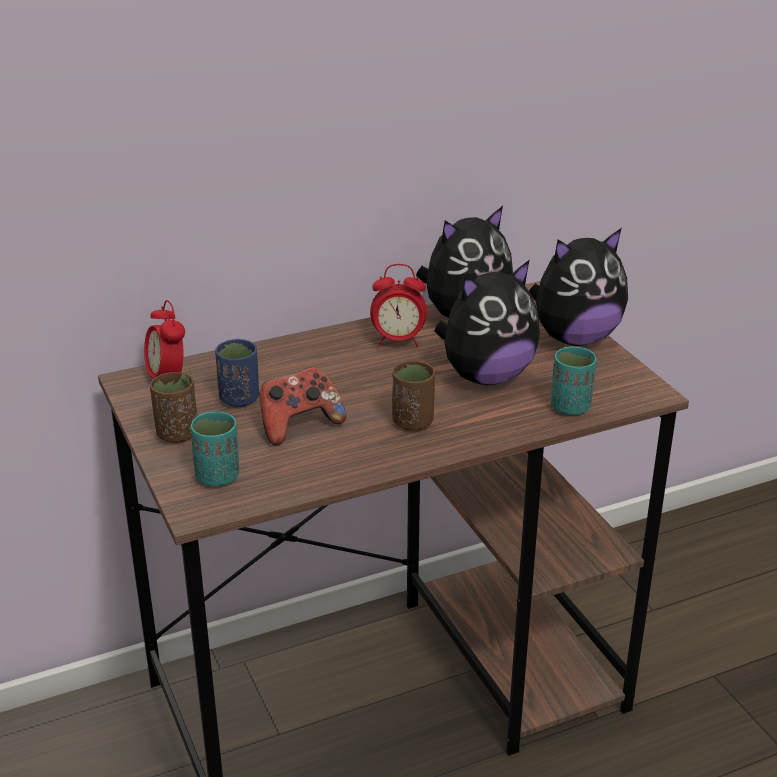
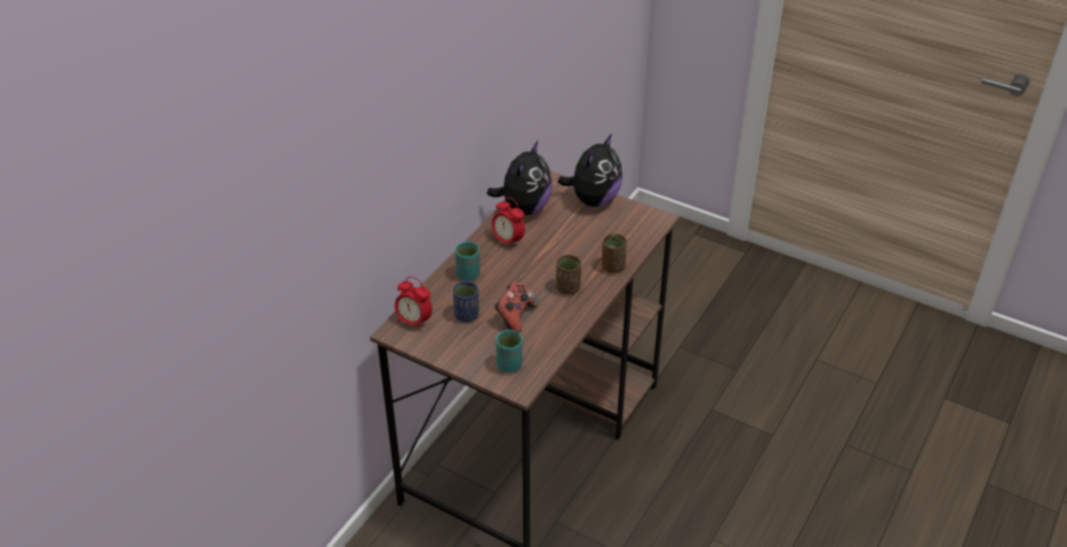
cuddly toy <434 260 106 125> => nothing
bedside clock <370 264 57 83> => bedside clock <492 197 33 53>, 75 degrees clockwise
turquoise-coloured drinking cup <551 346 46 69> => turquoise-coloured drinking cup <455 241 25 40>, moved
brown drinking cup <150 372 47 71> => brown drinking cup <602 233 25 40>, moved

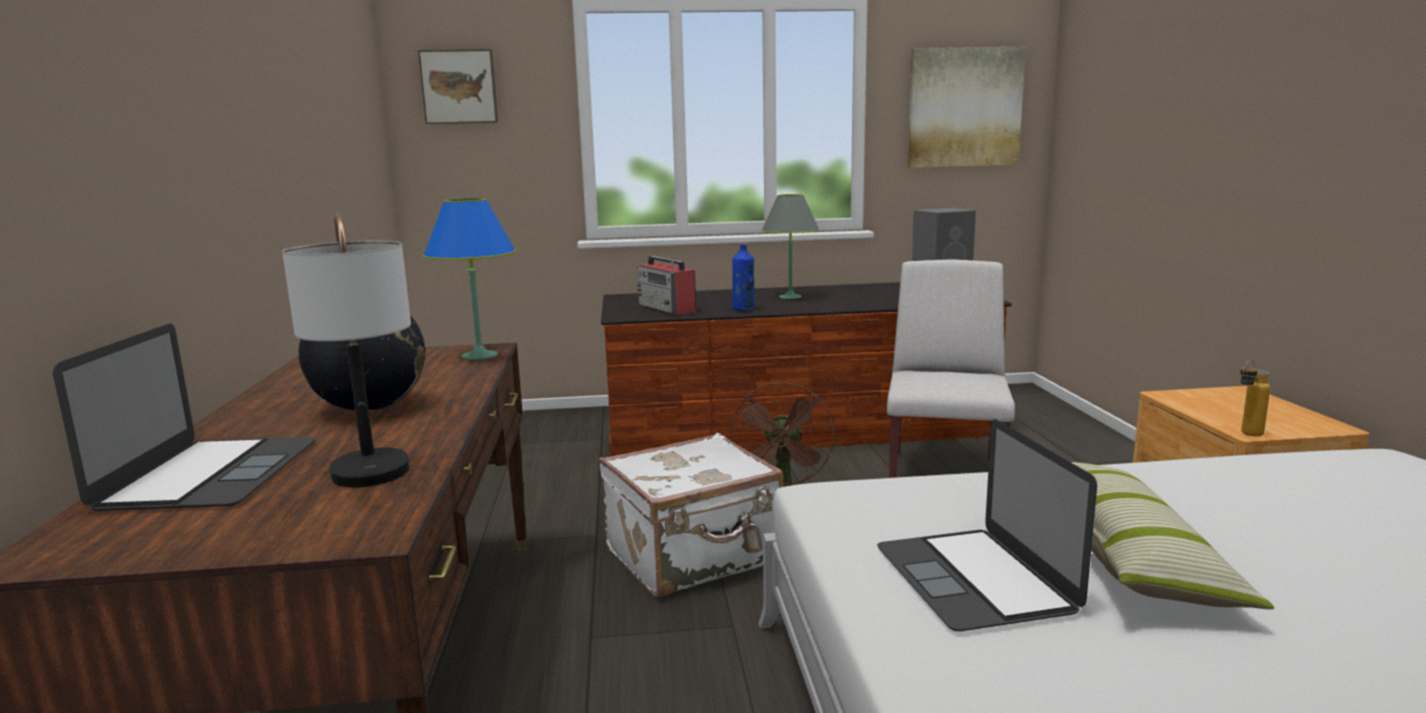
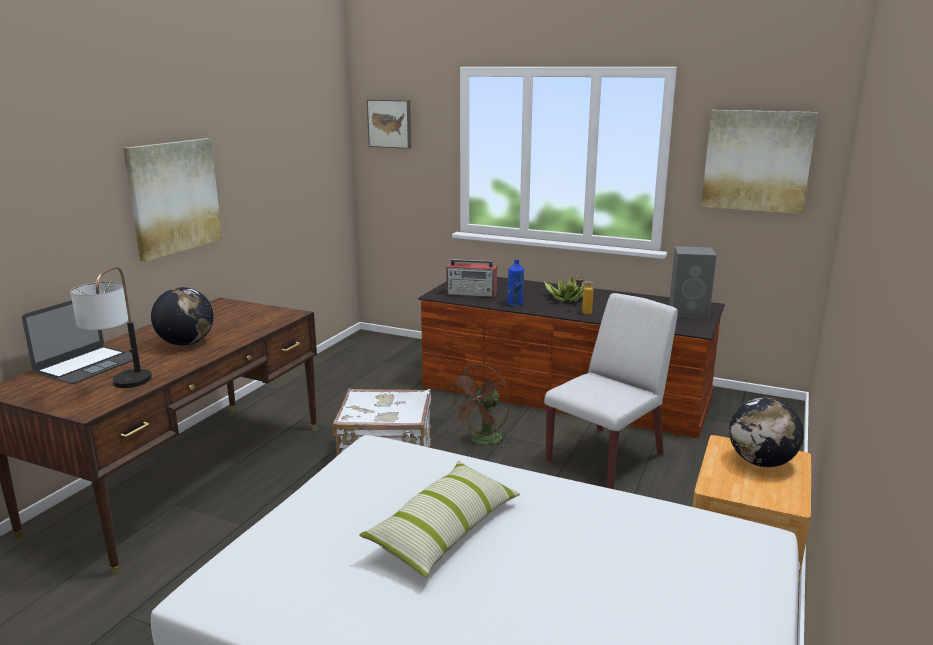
gray table lamp <762 194 57 105> => houseplant <544 277 40 25>
blue table lamp <423 198 93 162> => nothing
radio set <637 256 59 59> => radio set <446 259 51 38>, 75 degrees counterclockwise
drink bottle <1240 360 30 76> => drink bottle <575 275 18 40>, moved
notebook computer <877 419 220 212> => nothing
nothing => wall art <123 138 99 124>
nothing => world globe <729 397 75 70>

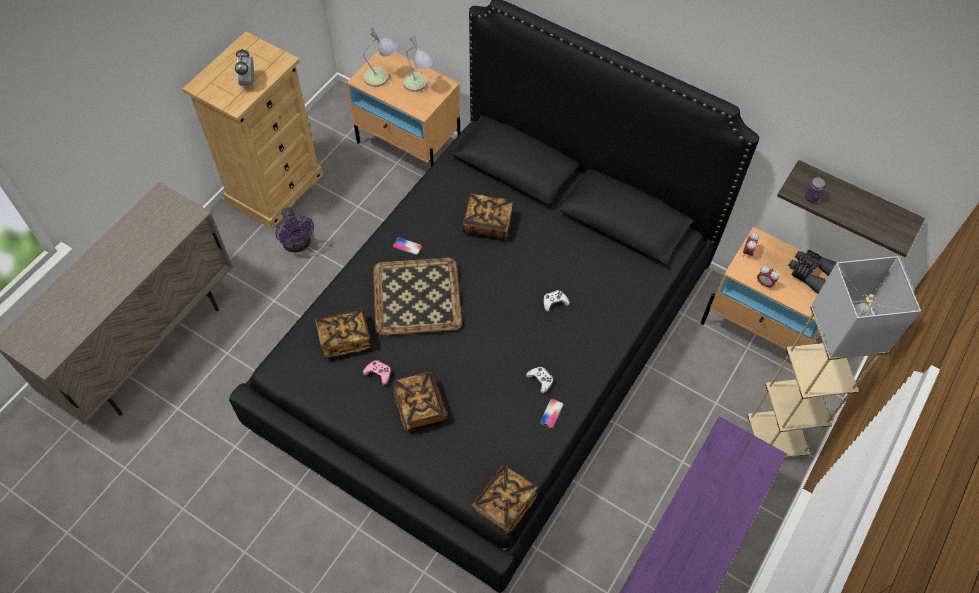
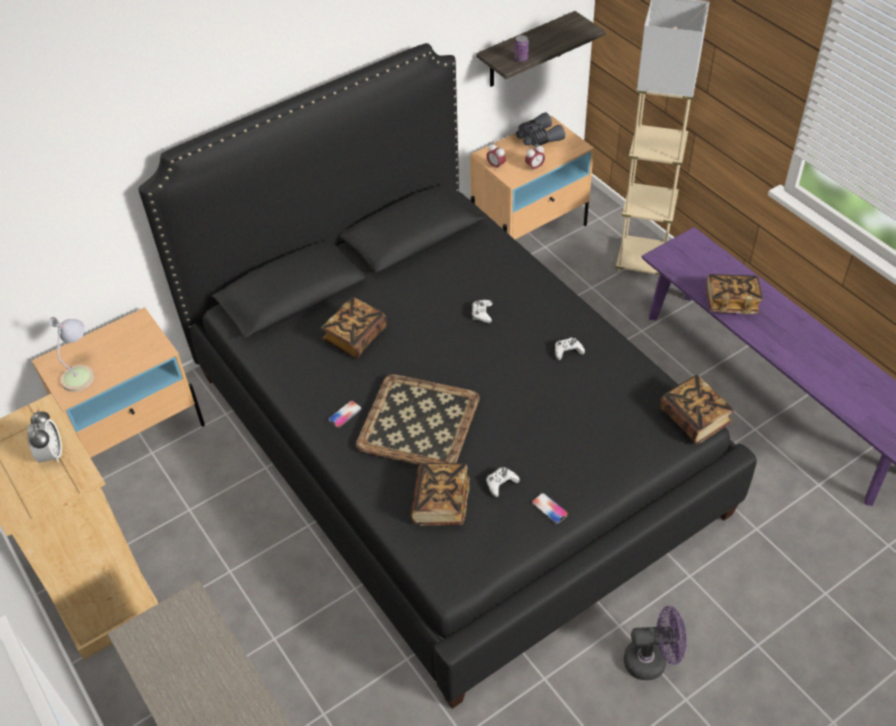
table lamp <403 35 31 57> => nothing
bedside clock <235 48 19 41> => bedside clock <27 410 35 53>, 120 degrees counterclockwise
purple electric fan <275 207 39 45> => purple electric fan <624 606 63 74>, moved
pink-coloured game controller <363 360 28 25> => whitish game controller <486 467 34 30>
bound book <393 372 55 59> => bound book <706 274 57 40>, moved
handset <540 399 23 29> => handset <532 493 36 31>, moved

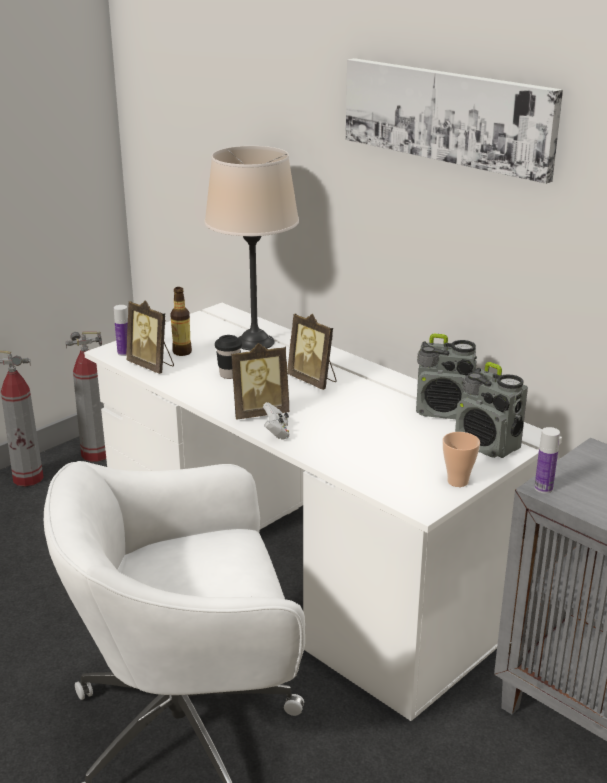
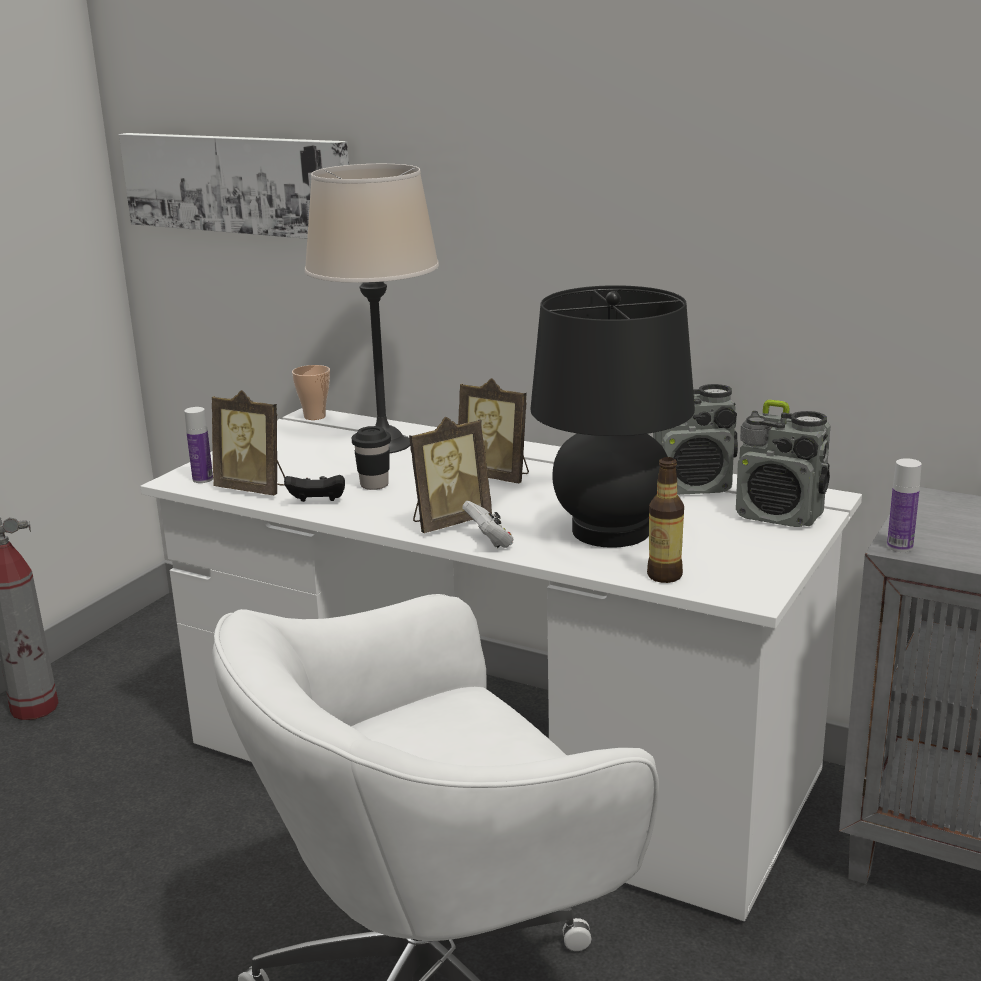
wall art <346 58 217 126> => wall art <119 133 230 106>, moved
drink bottle <170 287 22 69> => drink bottle <647 457 37 126>, moved
fire-fighting cylinder <65 332 41 130> => nothing
drinking cup <443 432 37 55> => drinking cup <292 365 38 55>, moved
nothing => black-coloured table lamp <531 285 164 263>
nothing => black-coloured game controller <284 475 61 27>

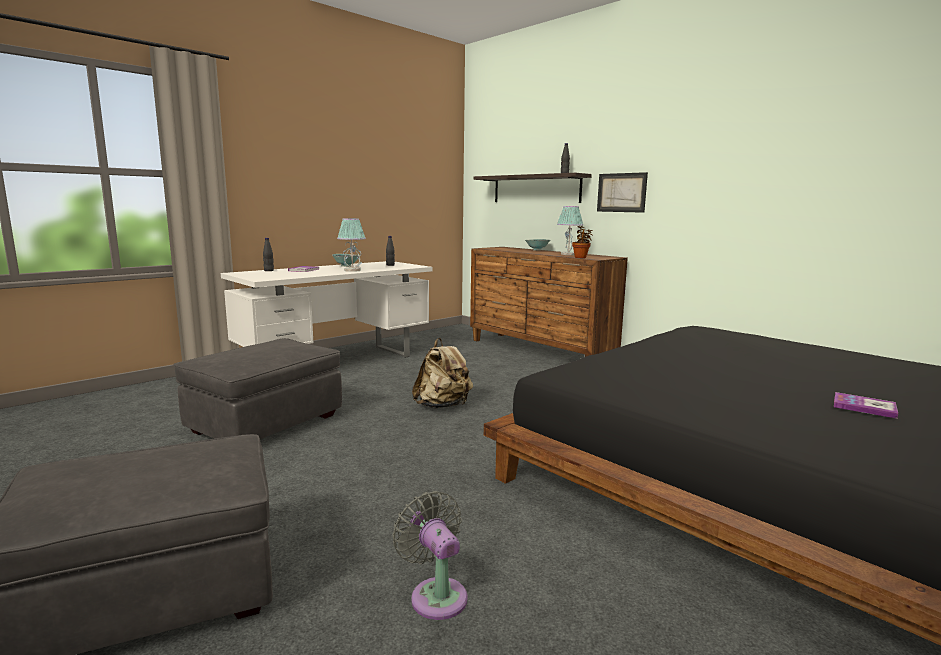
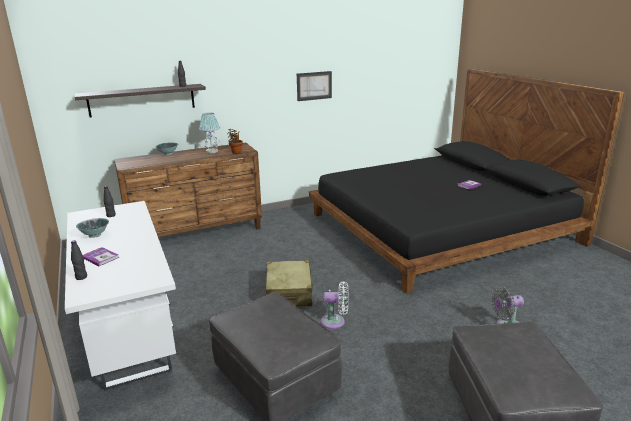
wall art <597 172 51 41> => wall art <297 71 35 30>, moved
table lamp <337 218 29 54> => nothing
sand-coloured rucksack <412 338 61 70> => sand-coloured piece of luggage <266 260 48 47>
nothing => whitish electric fan <321 281 28 48>

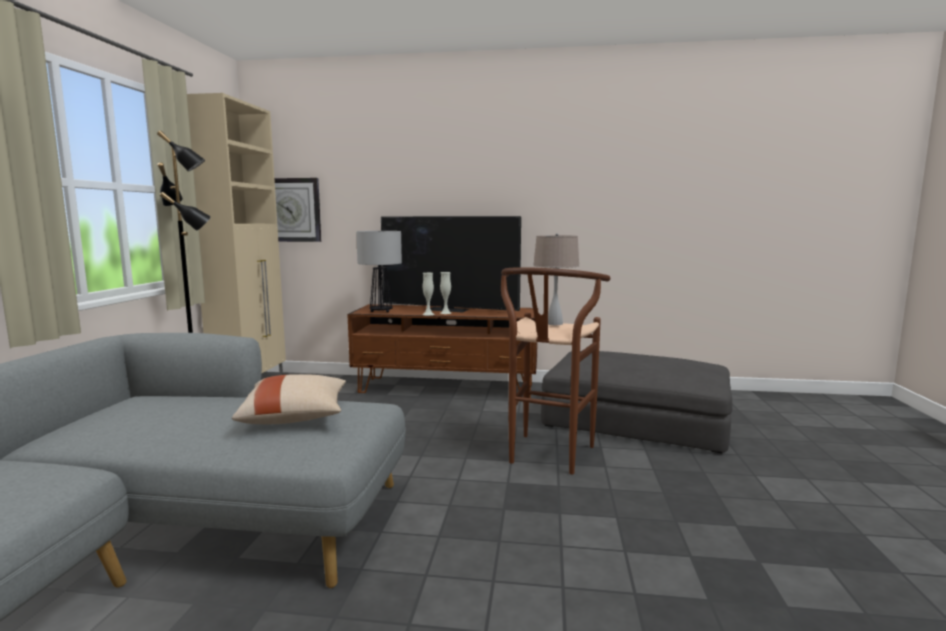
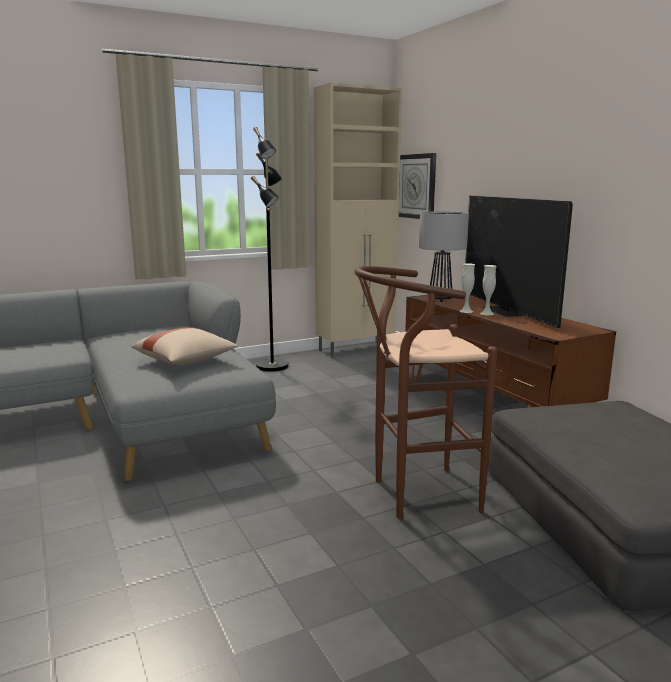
sand-coloured table lamp <533 233 46 92> => nothing

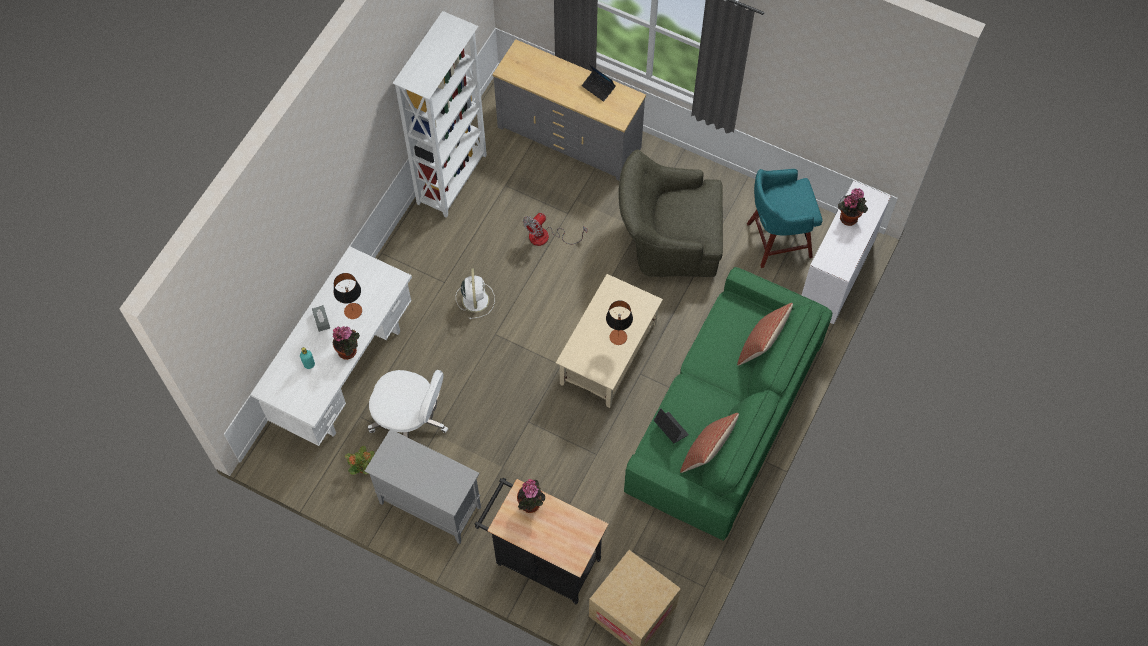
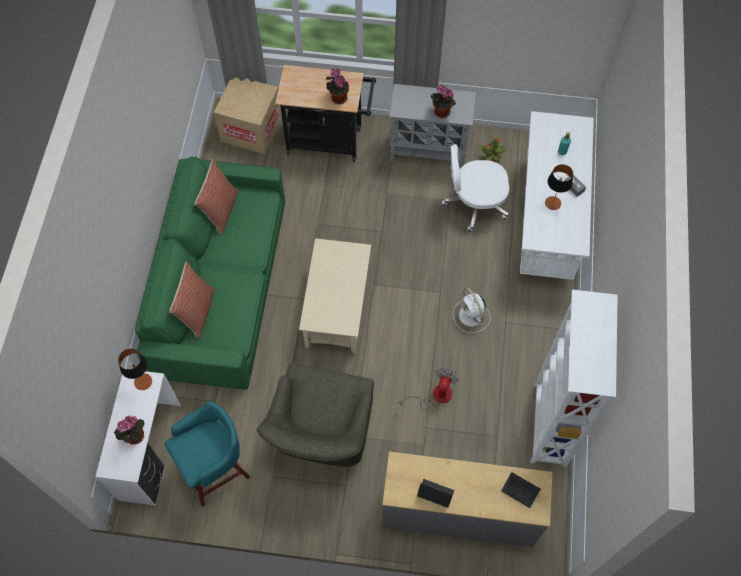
green armchair <618 150 105 127> => green armchair <257 363 117 104>, 120 degrees clockwise
table lamp <606 300 27 45> => table lamp <118 349 34 41>, moved
houseplant <332 326 28 34> => houseplant <431 85 25 33>, moved
notebook computer <654 408 35 36> => notebook computer <501 472 40 36>, moved

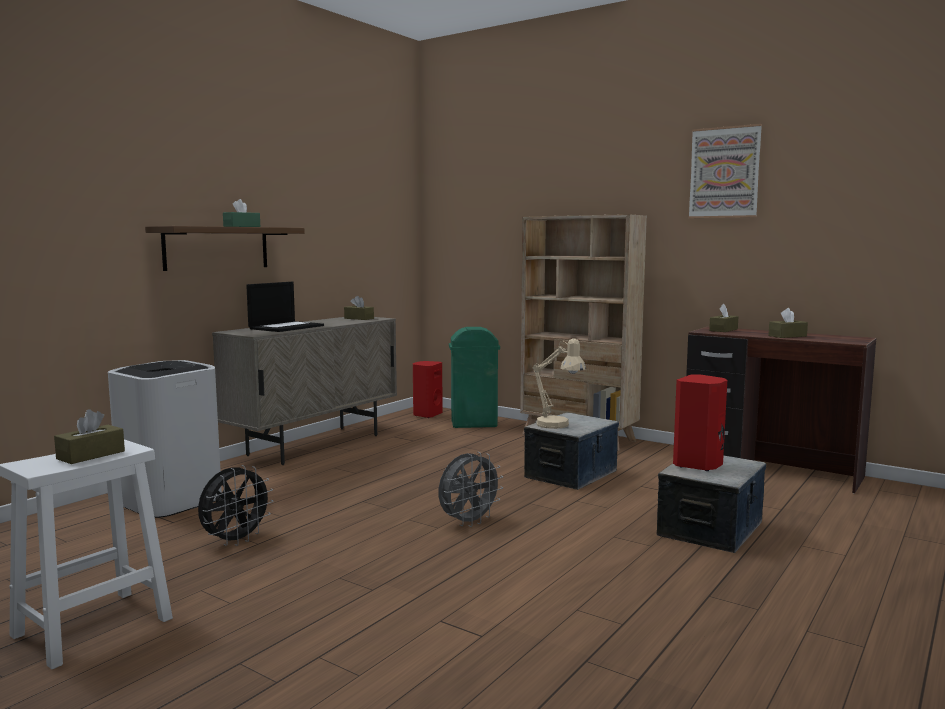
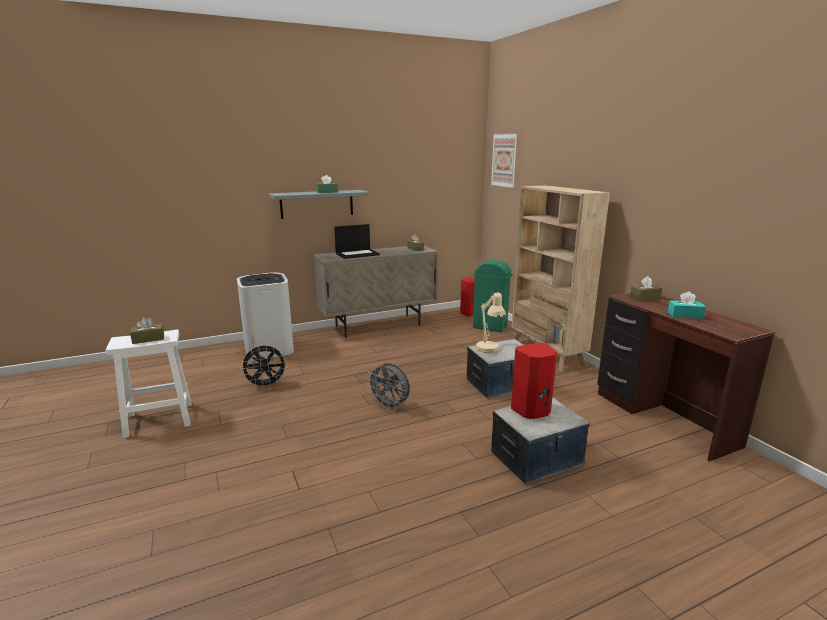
wall art <688 124 74 94> => wall art <490 133 28 56>, moved
brown shelf <145 226 160 45> => gray shelf <269 190 100 29>
brown tissue box <768 308 40 30> => turquoise-coloured tissue box <668 291 38 28>
gray electric fan <439 452 64 75> => gray electric fan <367 363 43 47>, 45 degrees clockwise

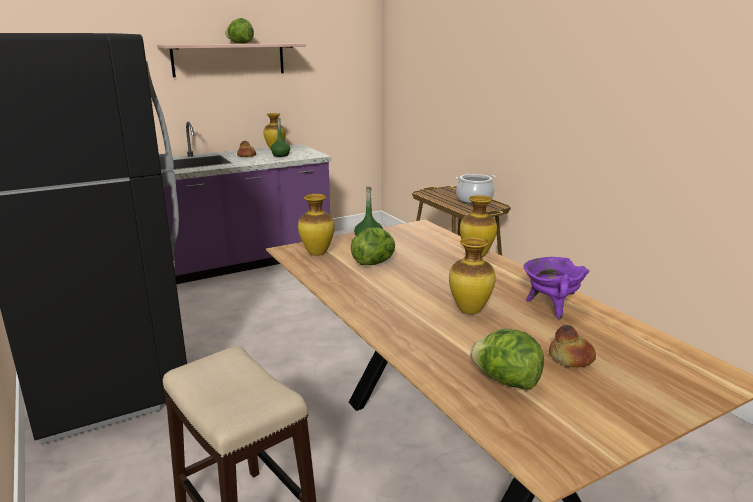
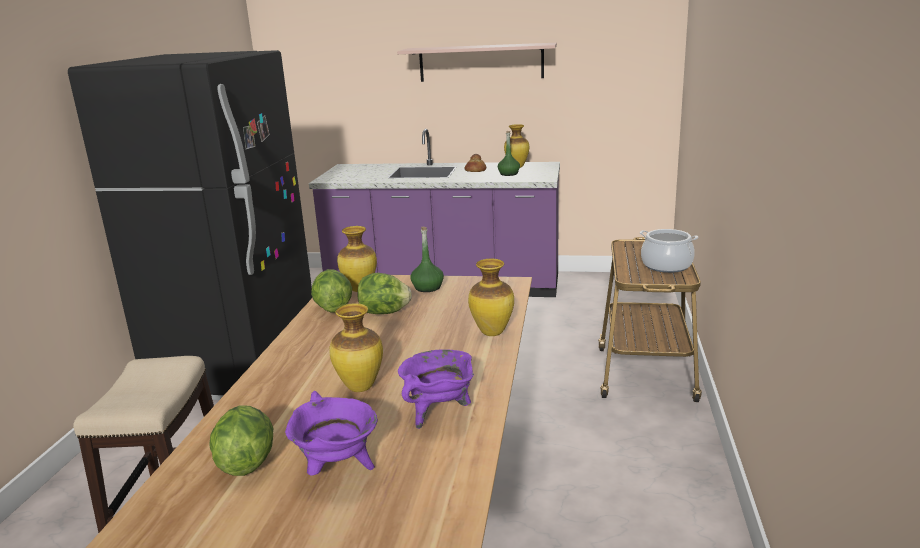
lettuce <225 18 29 26> => lettuce <311 269 41 44>, moved
bread <549 325 47 43> => purple cooking pot <285 391 93 85>

